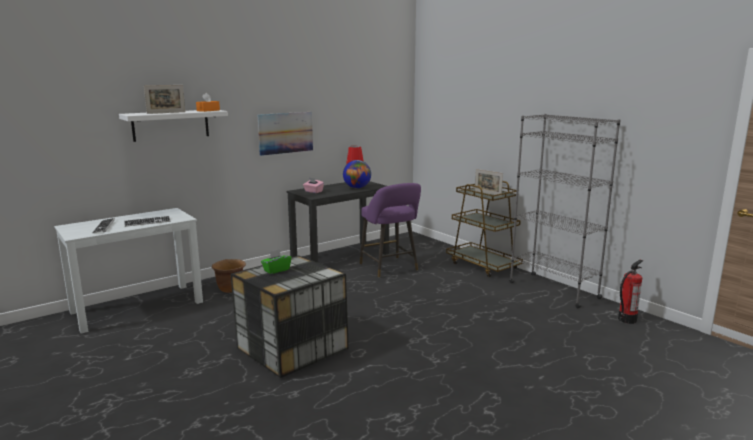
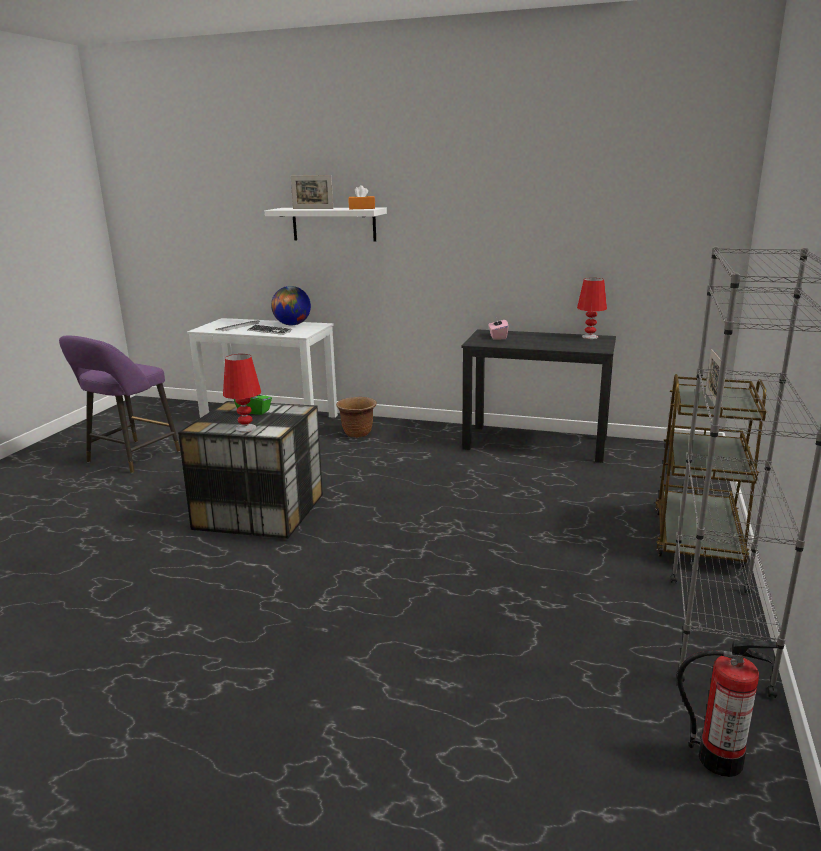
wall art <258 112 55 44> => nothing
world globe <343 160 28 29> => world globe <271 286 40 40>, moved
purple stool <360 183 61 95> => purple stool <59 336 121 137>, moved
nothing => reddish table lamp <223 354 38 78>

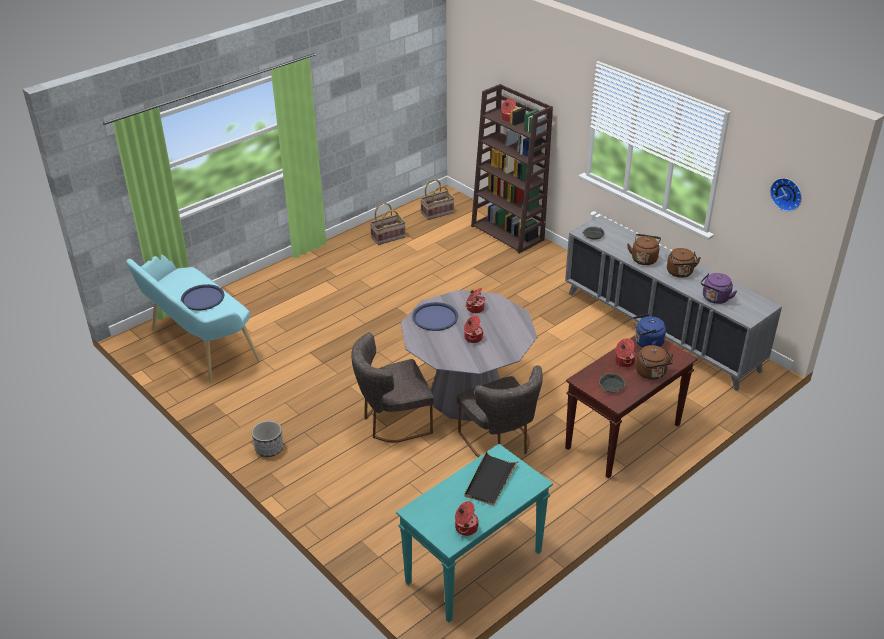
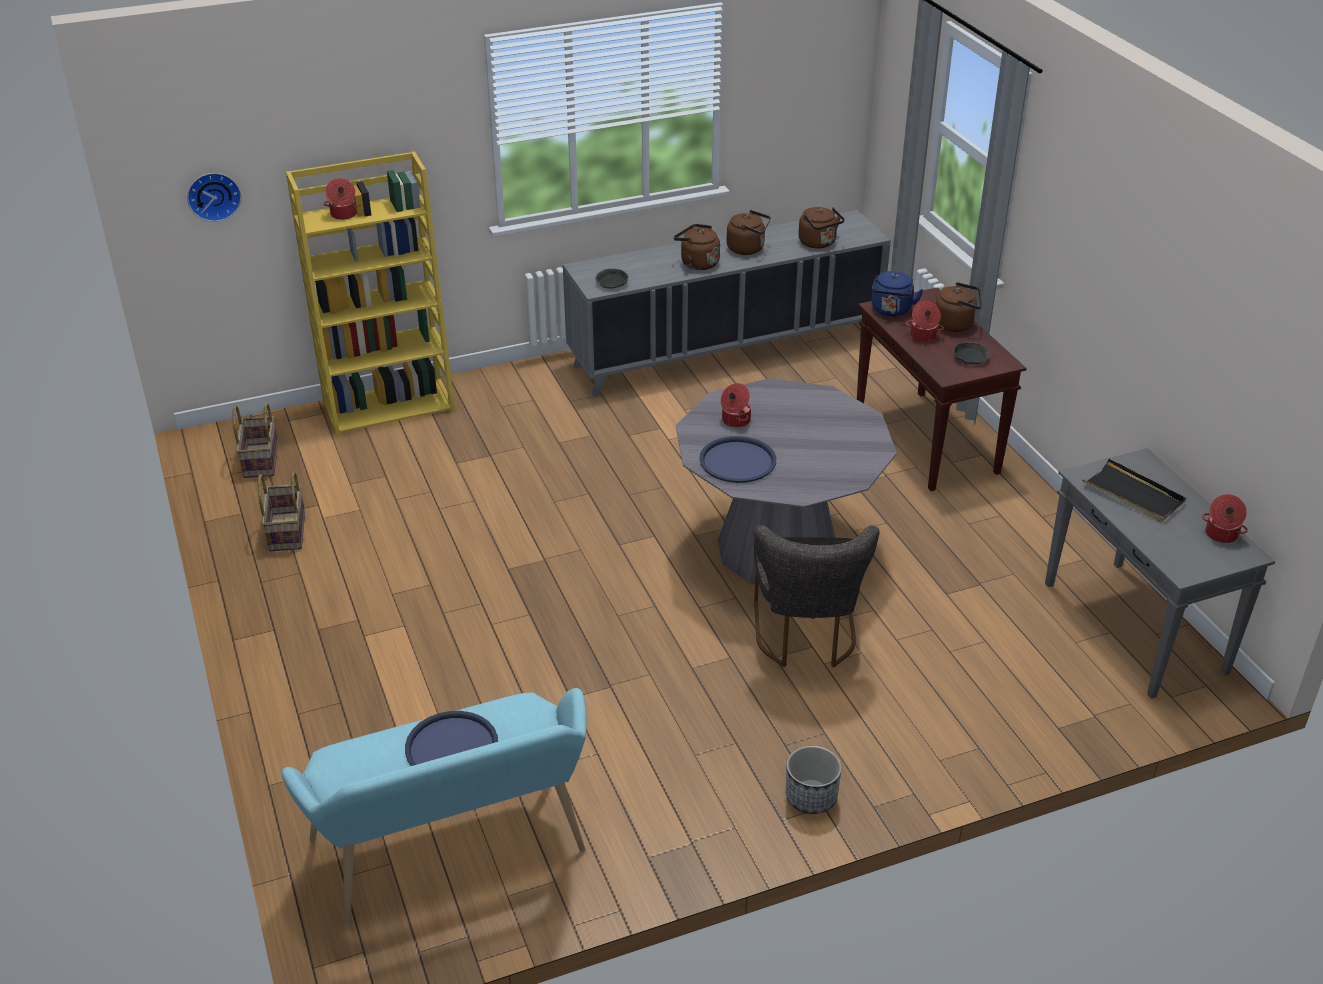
brown shelving unit <471 84 82 169> => yellow shelving unit <286 151 169 286>
clock on the wall <770 178 32 34> => clock on the wall <187 173 54 49>, moved
purple water kettle <701 273 36 31> => brown water kettle <798 207 47 41>
cooking pot <464 315 20 28> => nothing
gray chair <456 365 87 92> => nothing
turquoise-coloured hall table <396 444 157 178> => gray hall table <1045 448 230 251>

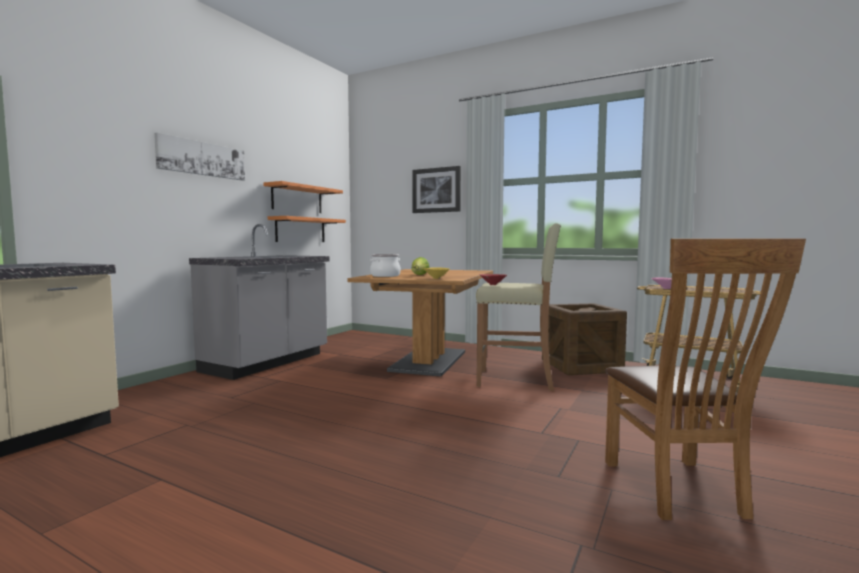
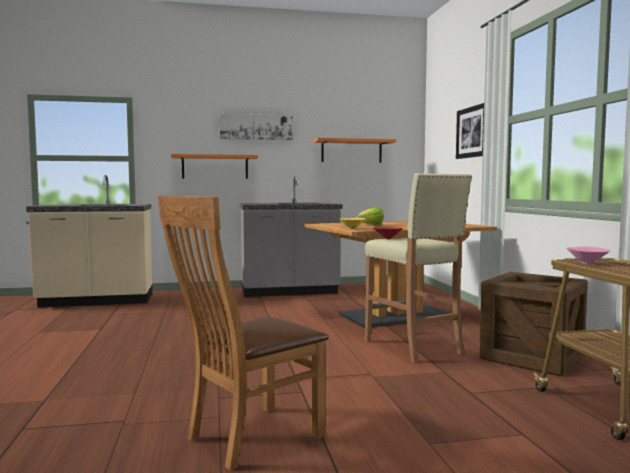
orange-coloured shelf <268 216 78 26> => orange-coloured shelf <171 154 87 25>, moved
cooking pot <370 254 31 23> => nothing

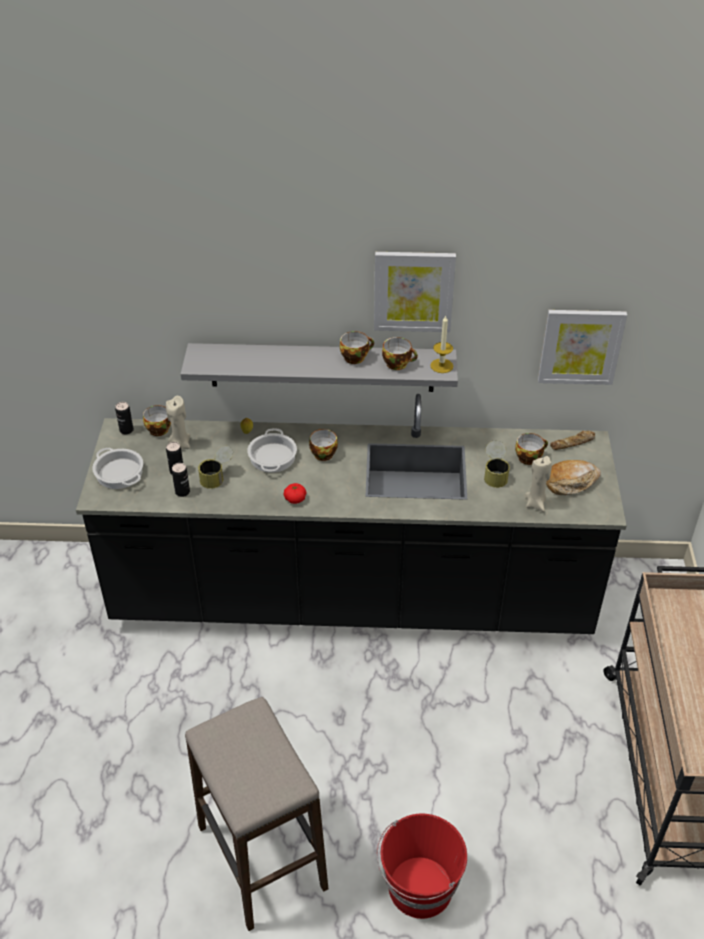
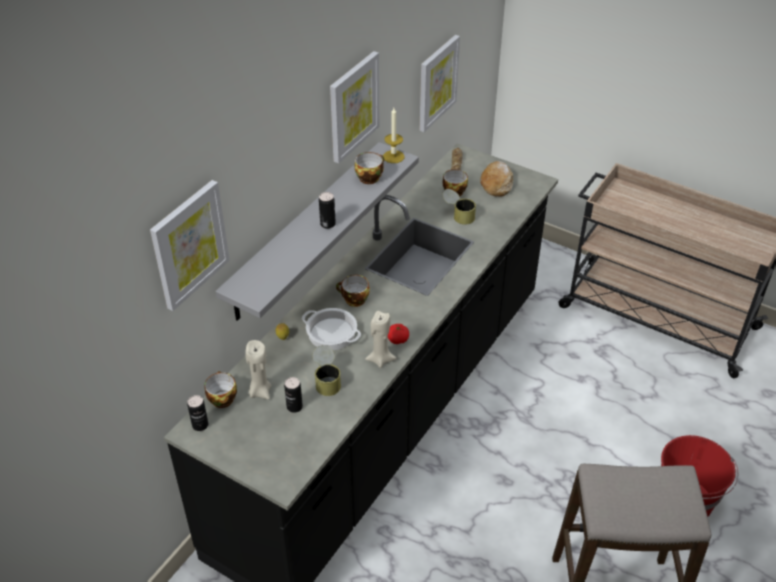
drinking cup <340 331 34 33> => nothing
cooking pot <92 448 51 41> => nothing
sand-coloured wax candle <525 456 27 56> => sand-coloured wax candle <365 311 32 57>, moved
metal can <172 463 18 34> => metal can <319 192 17 37>, moved
nothing => wall art <150 180 80 131>

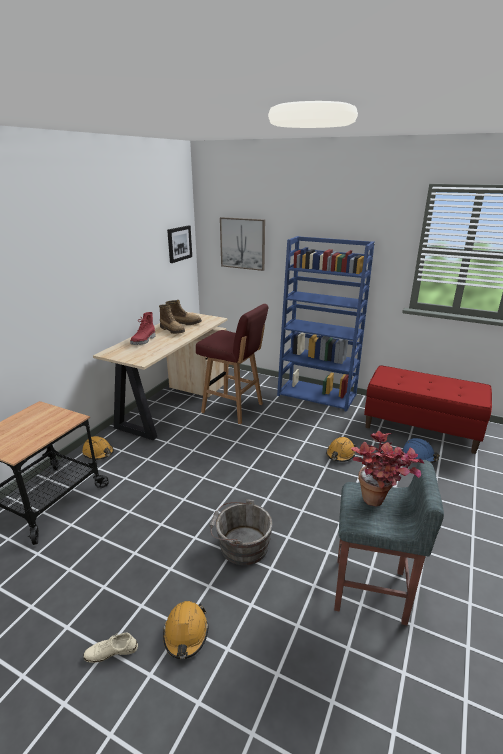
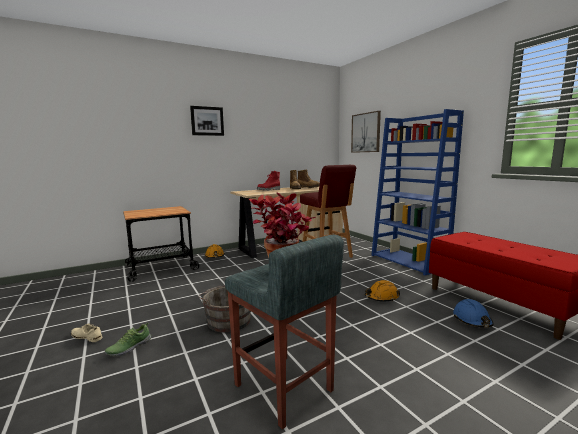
wall art <167 225 25 38> => wall art <190 106 34 30>, moved
orange-coloured work helmet <163 601 46 58> => item of footwear <105 323 46 33>

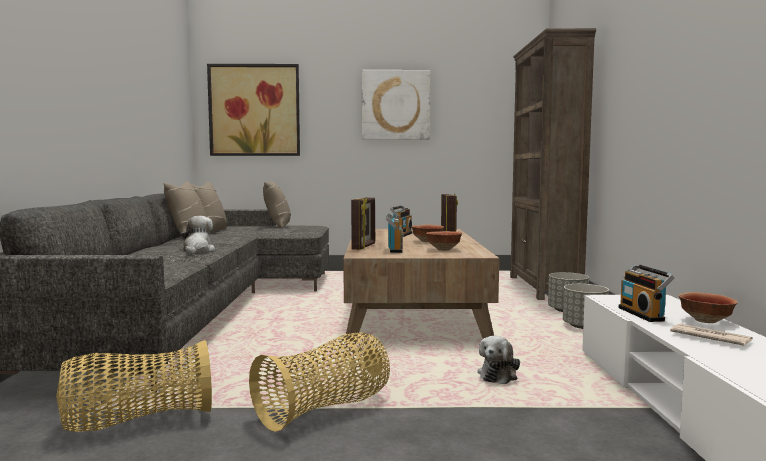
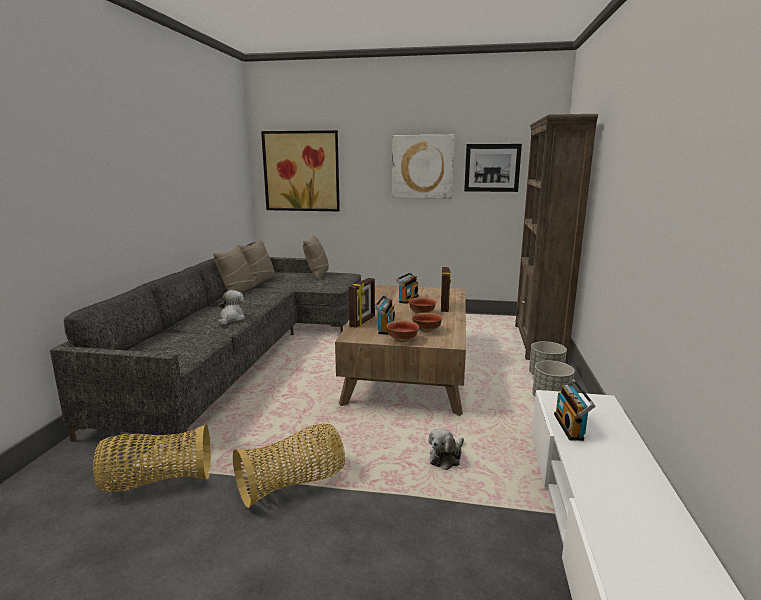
deep dish <679 292 59 31> => deep dish <386 320 33 22>, moved
newspaper <670 324 83 22> => nothing
nothing => wall art <464 144 58 48>

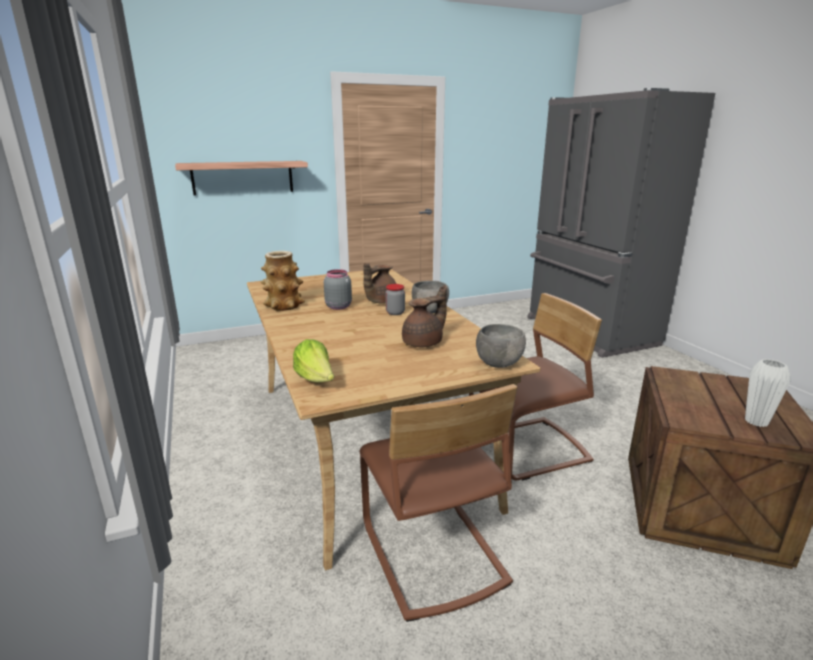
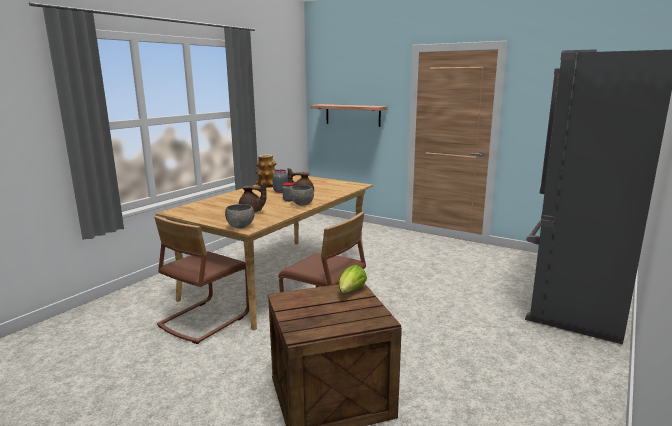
lettuce <293 339 41 44> => lettuce <339 265 28 28>, moved
whitish decorative vase <745 359 45 68> => nothing

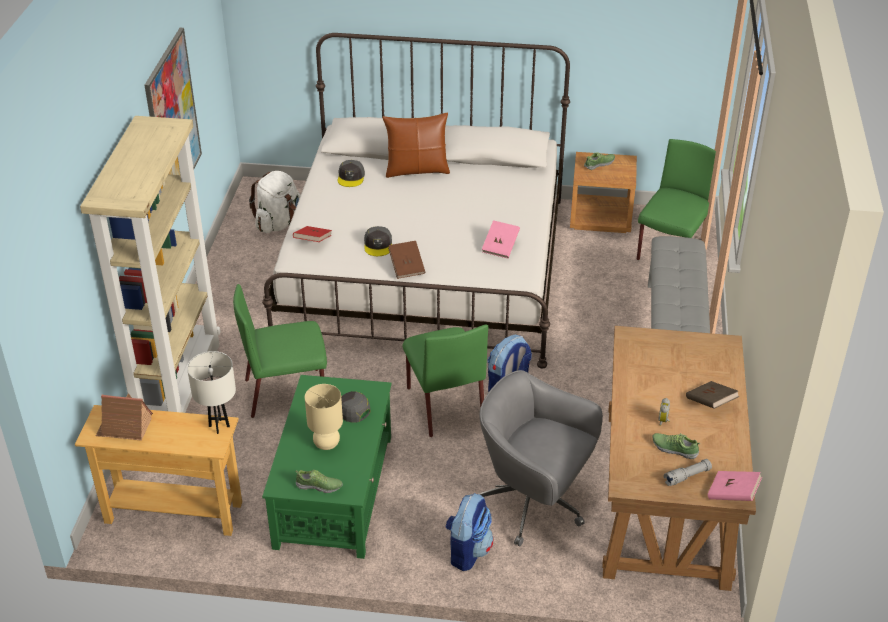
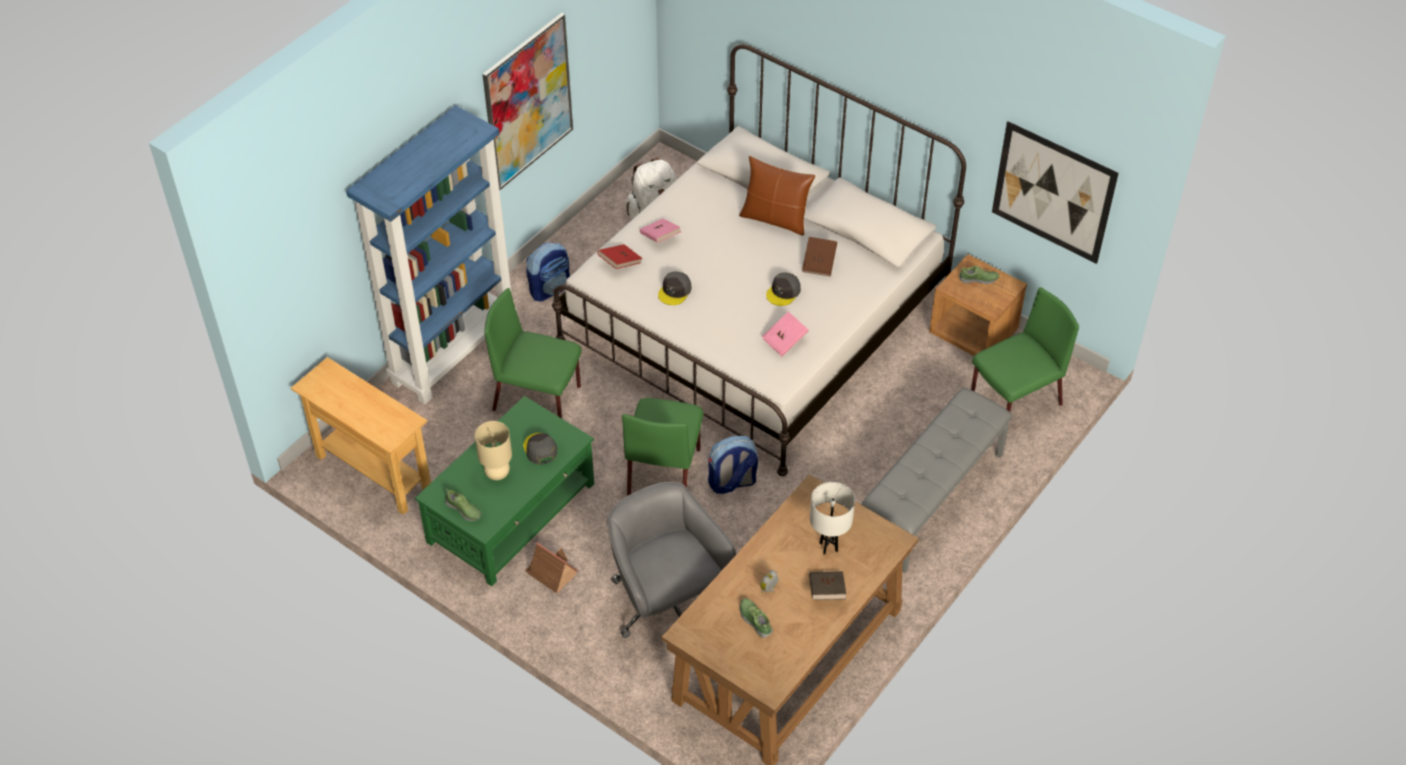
sand-coloured shelving unit <80 116 140 297> => blue shelving unit <346 105 171 299>
gray peaked cap <338 160 27 27> => gray peaked cap <766 272 35 34>, moved
brown bound book <388 241 37 38> => brown bound book <802 237 35 39>, moved
whitish table lamp <187 351 49 83> => whitish table lamp <810 482 45 73>, moved
toy house <96 394 57 47> => toy house <525 542 53 51>, moved
gray flashlight <664 459 48 27> => nothing
pink-coloured bound book <708 471 54 30> => pink-coloured bound book <640 218 41 25>, moved
rucksack <445 493 49 78> => rucksack <526 242 44 60>, moved
nothing => wall art <992 121 127 143>

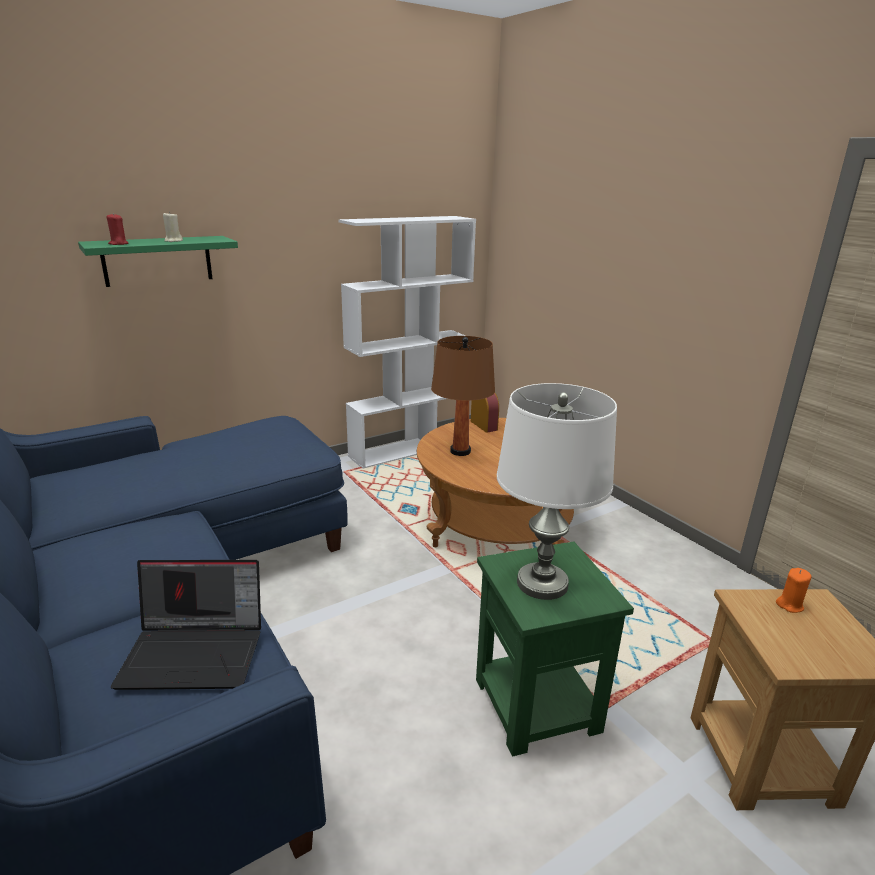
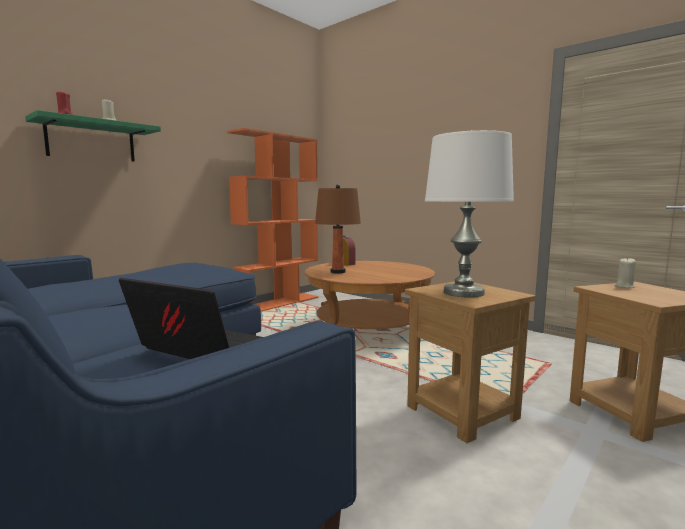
whitish shelving unit <338 216 138 252> => orange-coloured shelving unit <227 128 92 183>
green end table <476 541 158 216> => brown end table <405 282 131 161>
notebook computer <111 560 150 130> => notebook computer <119 278 144 81>, 135 degrees counterclockwise
orange-coloured wax candle <776 568 36 45> => sand-coloured wax candle <614 257 22 31>

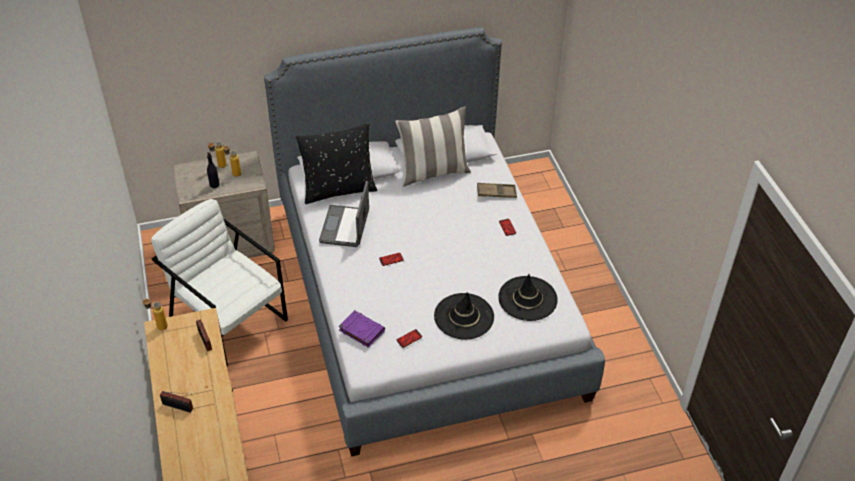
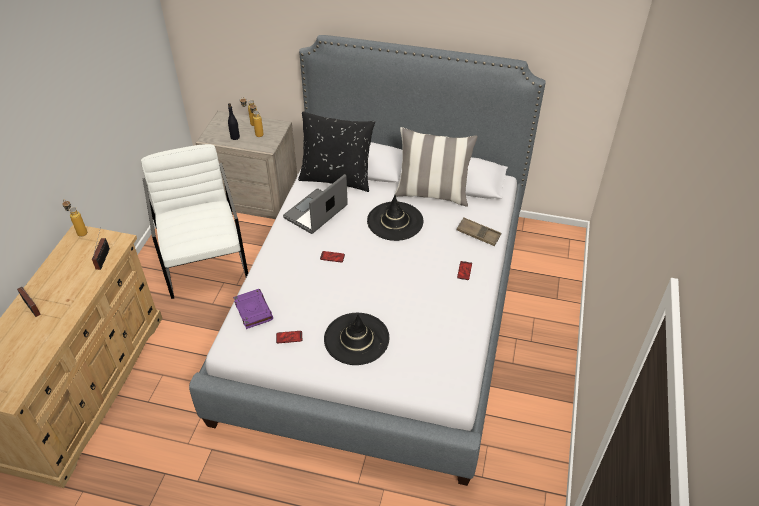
black-coloured hat <498 274 60 47> => black-coloured hat <367 195 56 46>, moved

